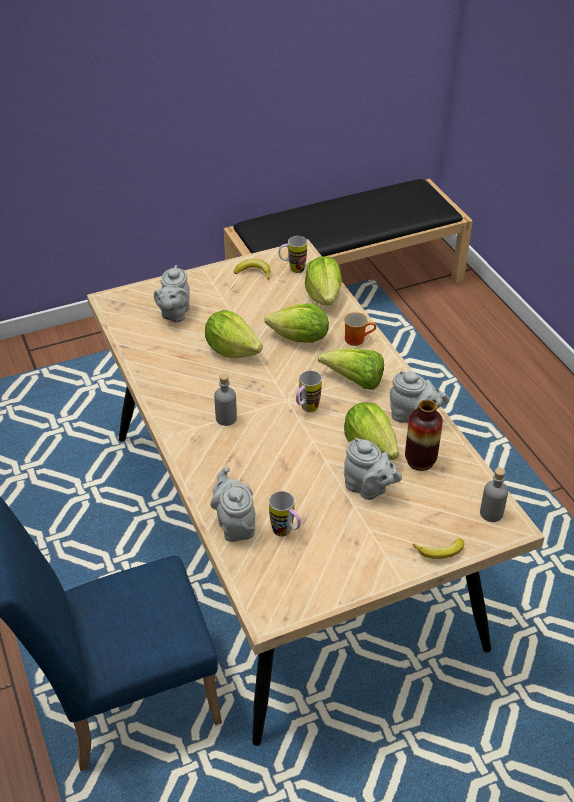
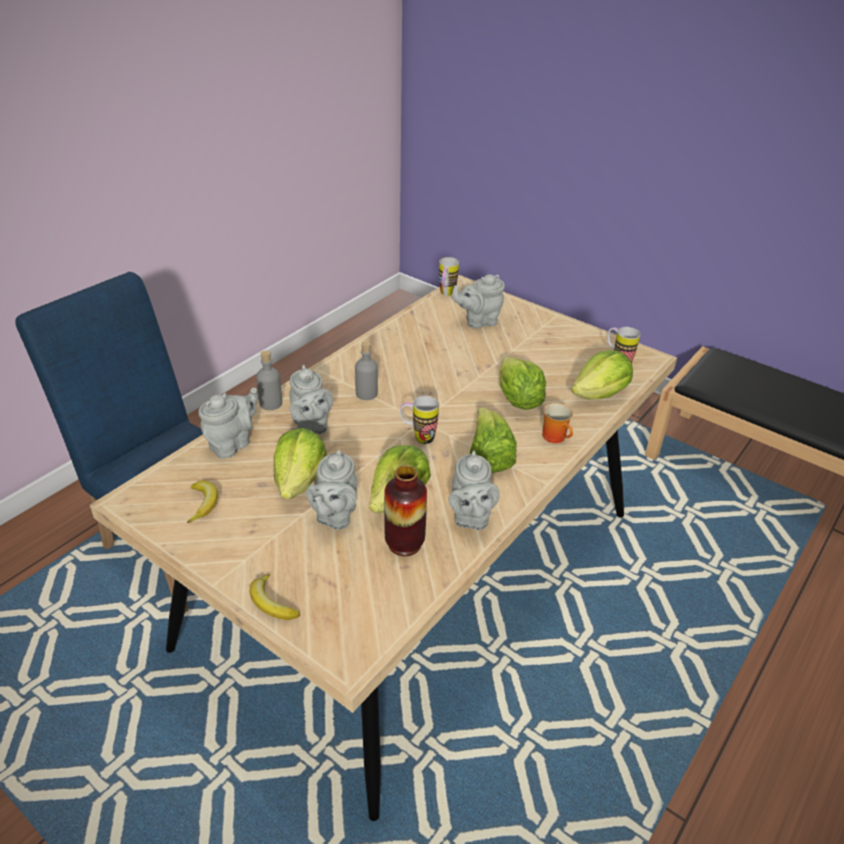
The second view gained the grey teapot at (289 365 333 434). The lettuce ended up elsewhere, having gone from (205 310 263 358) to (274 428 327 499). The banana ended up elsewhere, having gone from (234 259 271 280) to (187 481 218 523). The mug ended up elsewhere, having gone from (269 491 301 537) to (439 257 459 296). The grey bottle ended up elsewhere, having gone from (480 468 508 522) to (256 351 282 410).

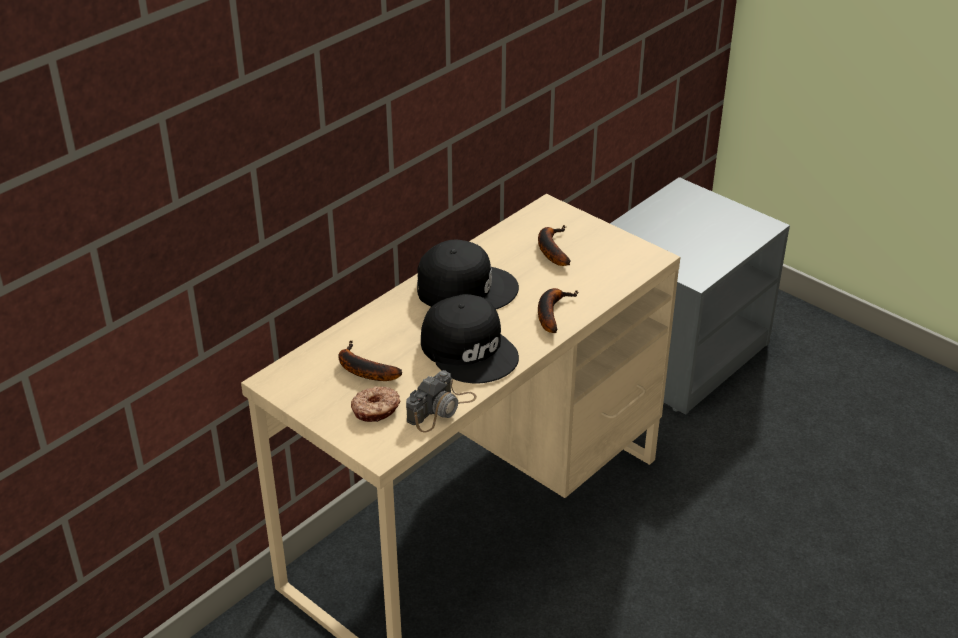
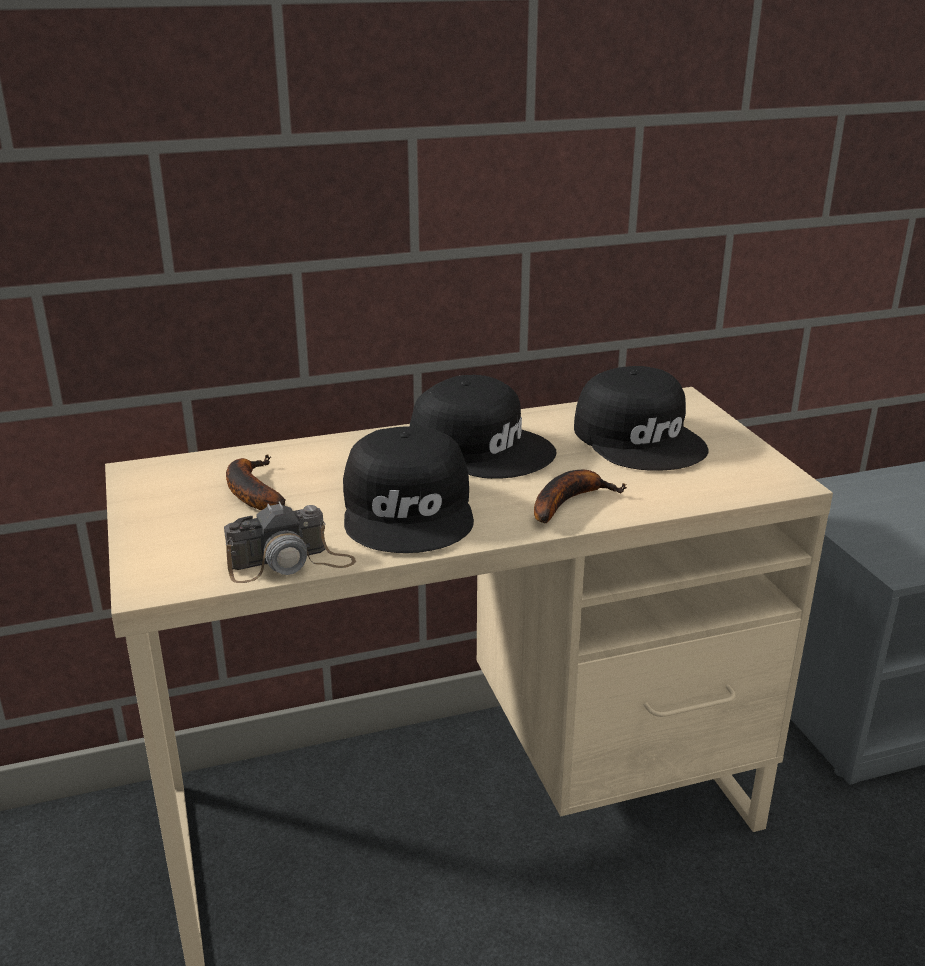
The second view lost the donut at (351 386 401 422). Where the banana stood at (538 225 570 266), the black cap came to stand at (574 366 708 471).

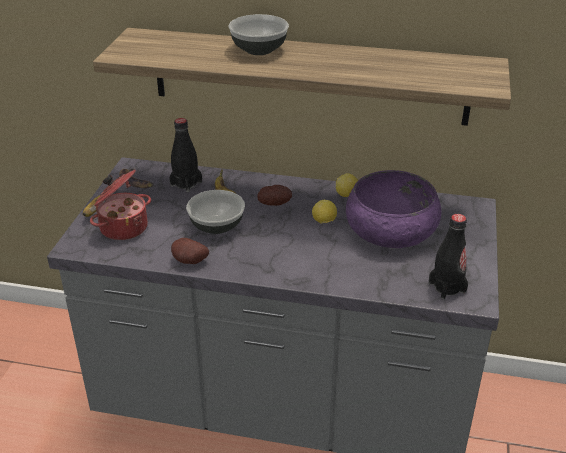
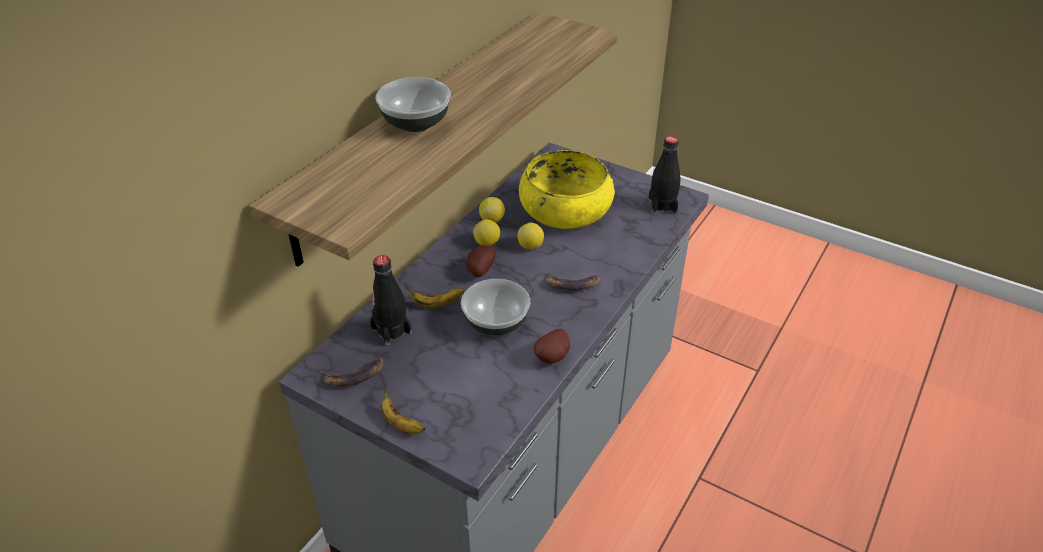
The second view lost the cooking pot at (90 170 151 240). The second view gained the lemon at (473 219 500 246). The second view gained the banana at (545 272 600 291). What was the purple bowl at (346 170 442 248) turned into the yellow bowl at (519 150 615 229).

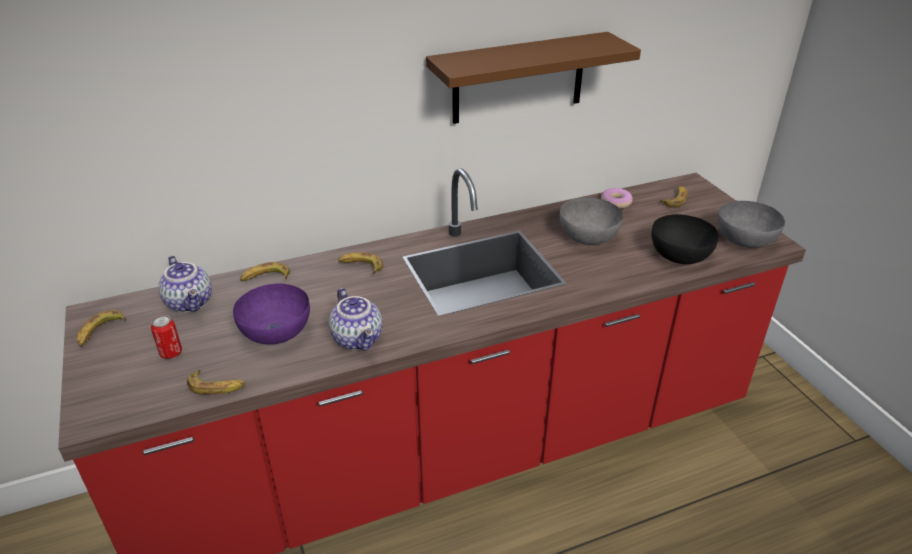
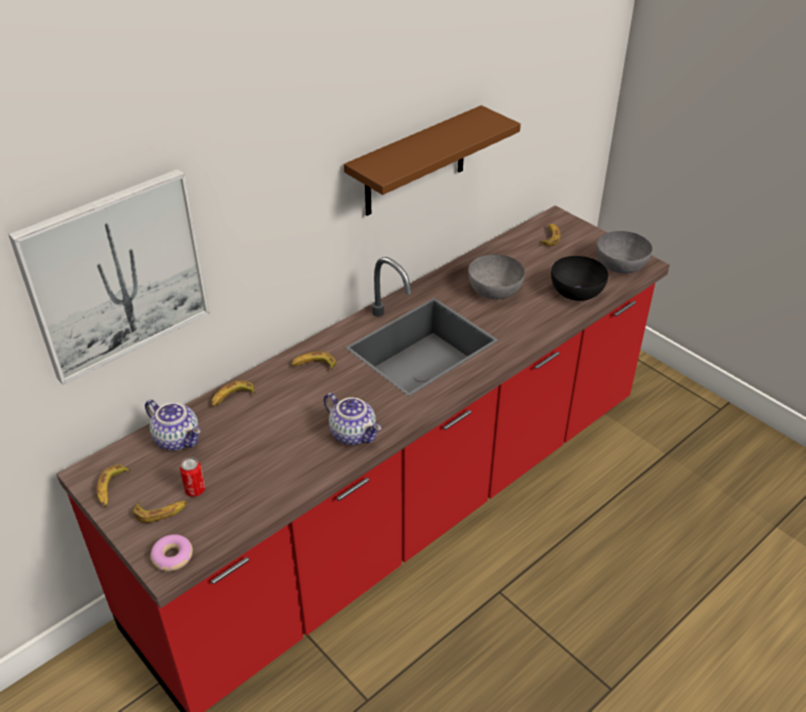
The second view lost the purple bowl at (233 283 310 345). The second view gained the picture at (8 169 210 385). The banana ended up elsewhere, having gone from (187 370 246 395) to (133 501 188 523). The donut ended up elsewhere, having gone from (601 188 633 209) to (150 534 193 571).

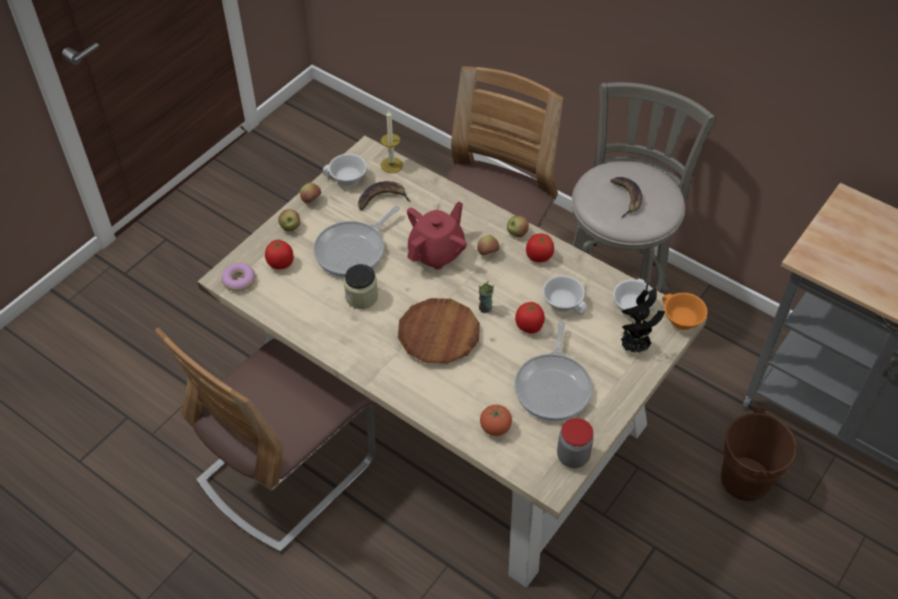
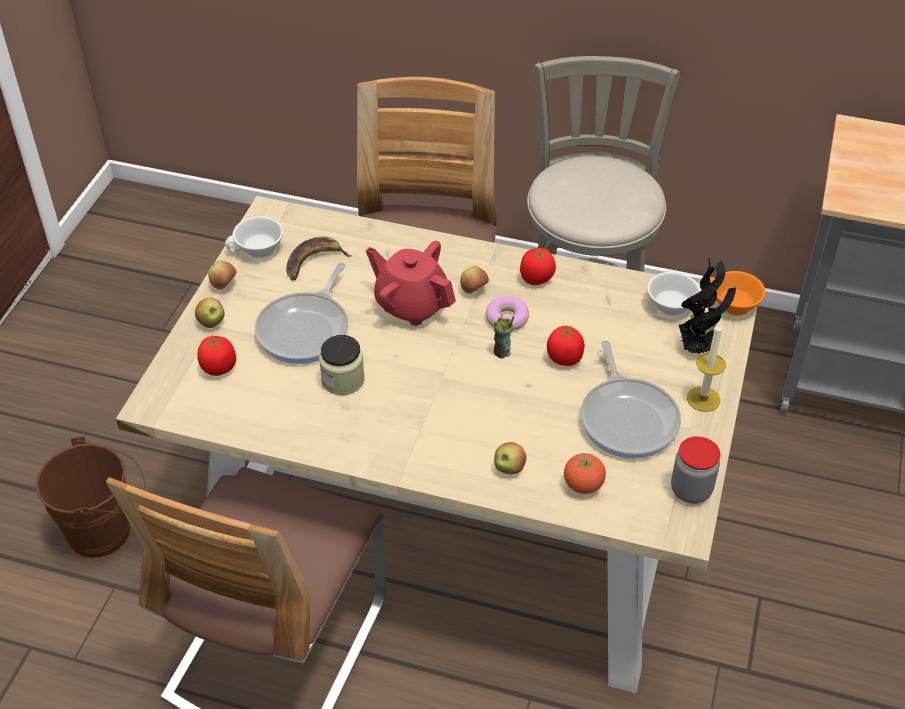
The second view lost the brown plate at (398 298 480 364). The second view lost the white cup at (542 275 588 315). The second view lost the banana at (610 177 642 218). The donut ended up elsewhere, having gone from (221 263 256 292) to (486 296 529 331). The candle ended up elsewhere, having gone from (381 111 403 173) to (687 323 726 412). The apple ended up elsewhere, having gone from (507 215 529 237) to (494 442 527 474). The brown bucket ended up elsewhere, having gone from (721 407 804 502) to (35 436 145 558). The red teapot at (407 202 467 270) ended up facing another way, 75 degrees counterclockwise from before.

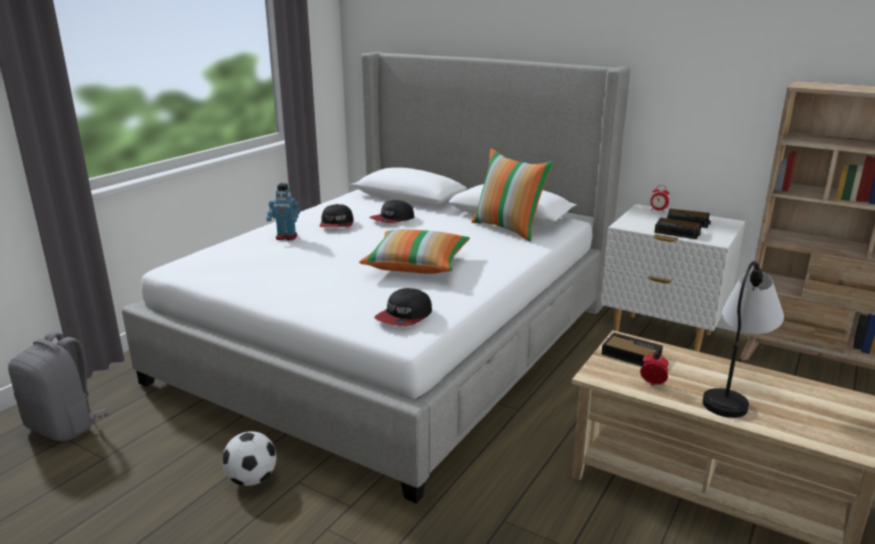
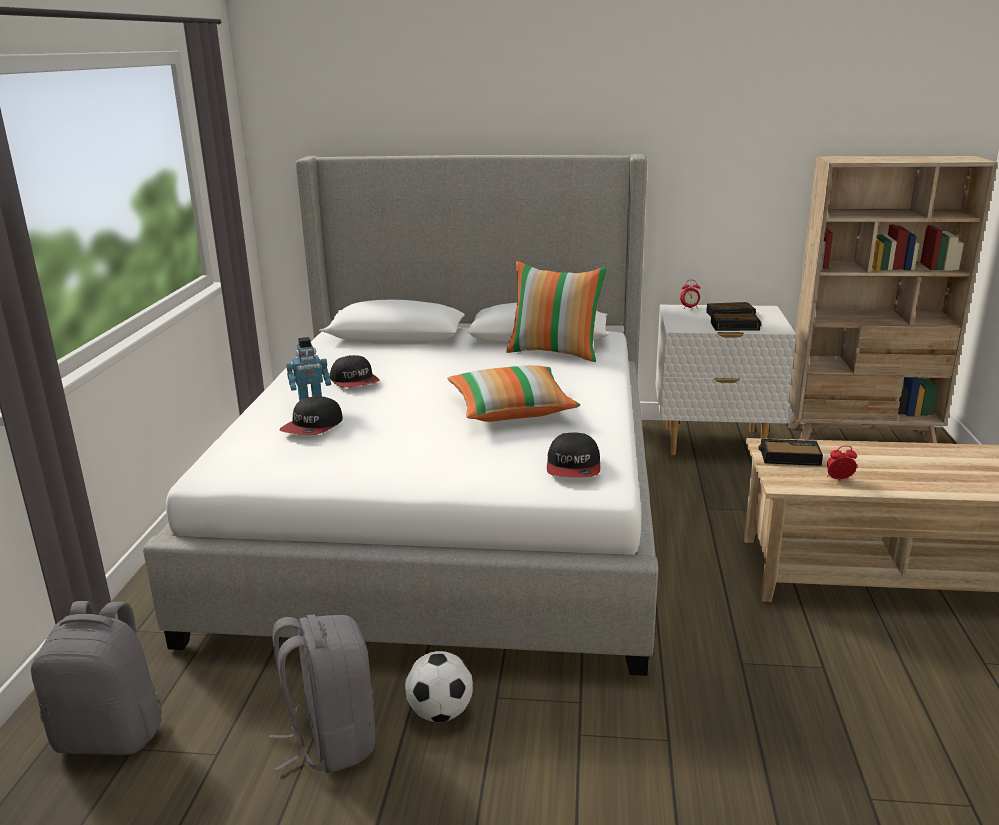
The second view lost the table lamp at (702 261 784 418). The second view gained the grey backpack at (269 614 375 773). The cap ended up elsewhere, having gone from (370 200 414 223) to (280 396 343 435).

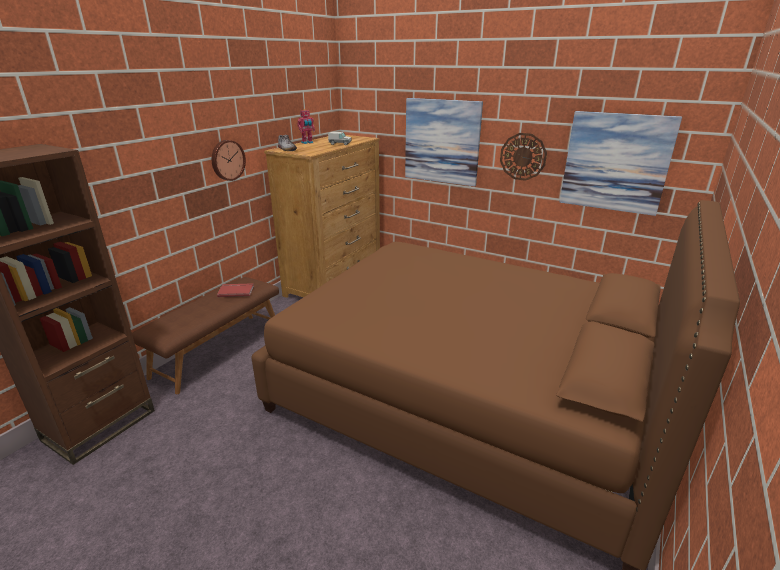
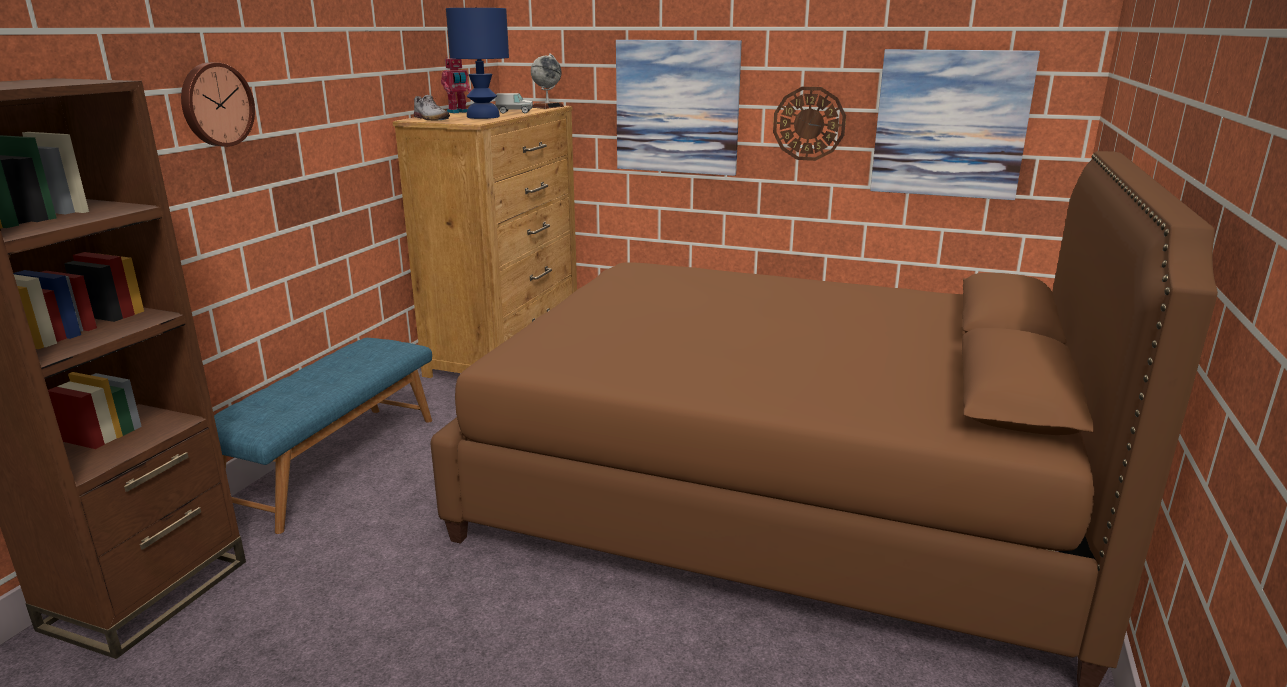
The second view lost the red book at (217 283 254 297). The second view gained the blue table lamp at (446 8 509 119). The second view gained the globe at (531 53 564 109). The wall clock ended up elsewhere, having gone from (212 140 246 181) to (181 62 255 147). What was the brown bench at (132 277 279 394) turned into the blue bench at (214 338 432 534).

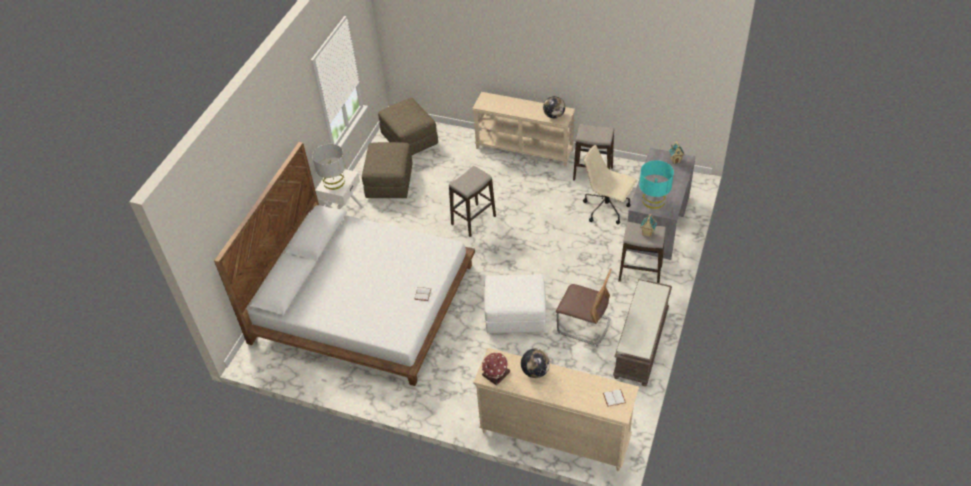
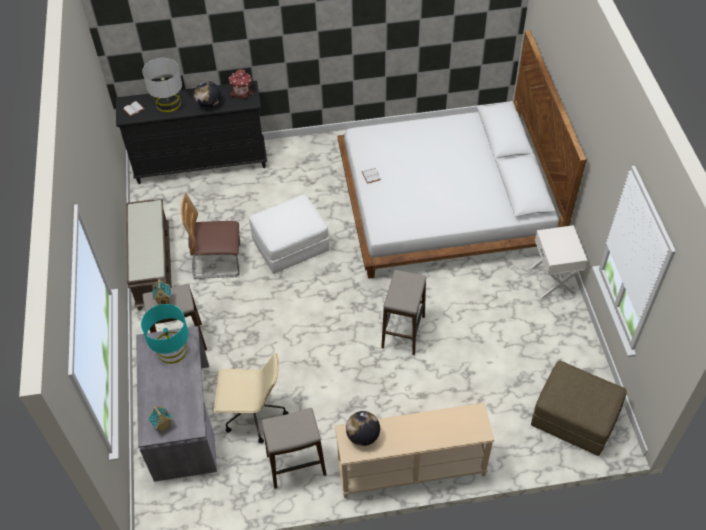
The second view lost the brown ottoman at (362 142 413 198). The grey table lamp ended up elsewhere, having gone from (312 144 346 190) to (142 58 182 112). What was the beige dresser at (473 348 639 471) turned into the black dresser at (116 81 267 184).

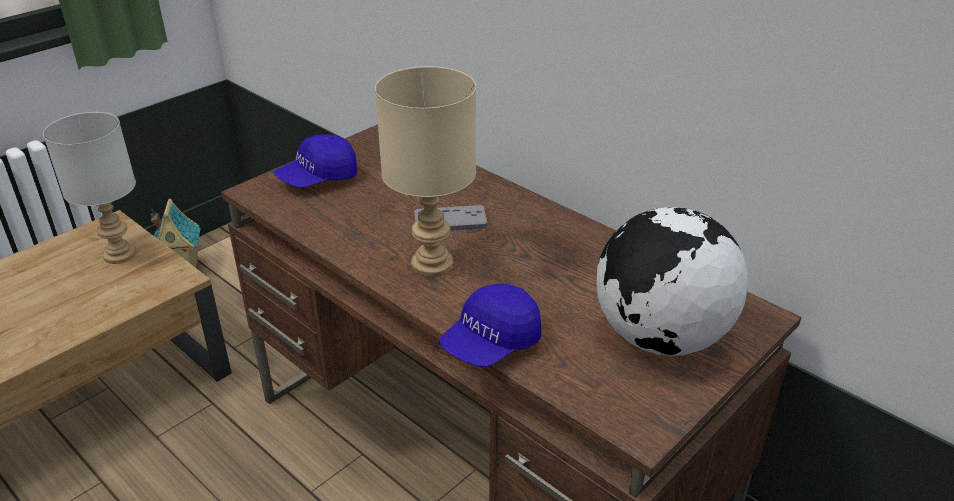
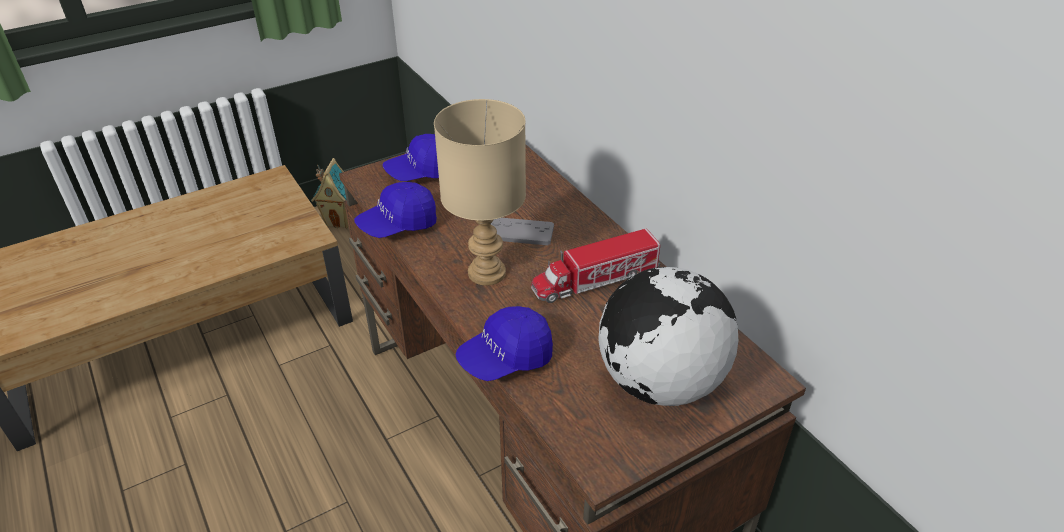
The second view lost the grey table lamp at (43 112 136 264). The second view gained the blue cap at (354 182 437 238). The second view gained the toy truck at (531 229 660 303).

